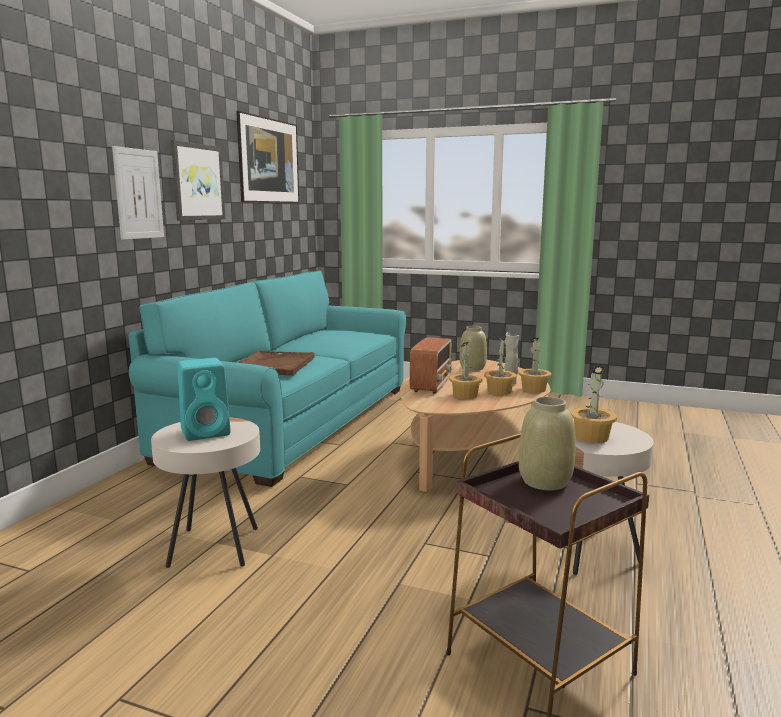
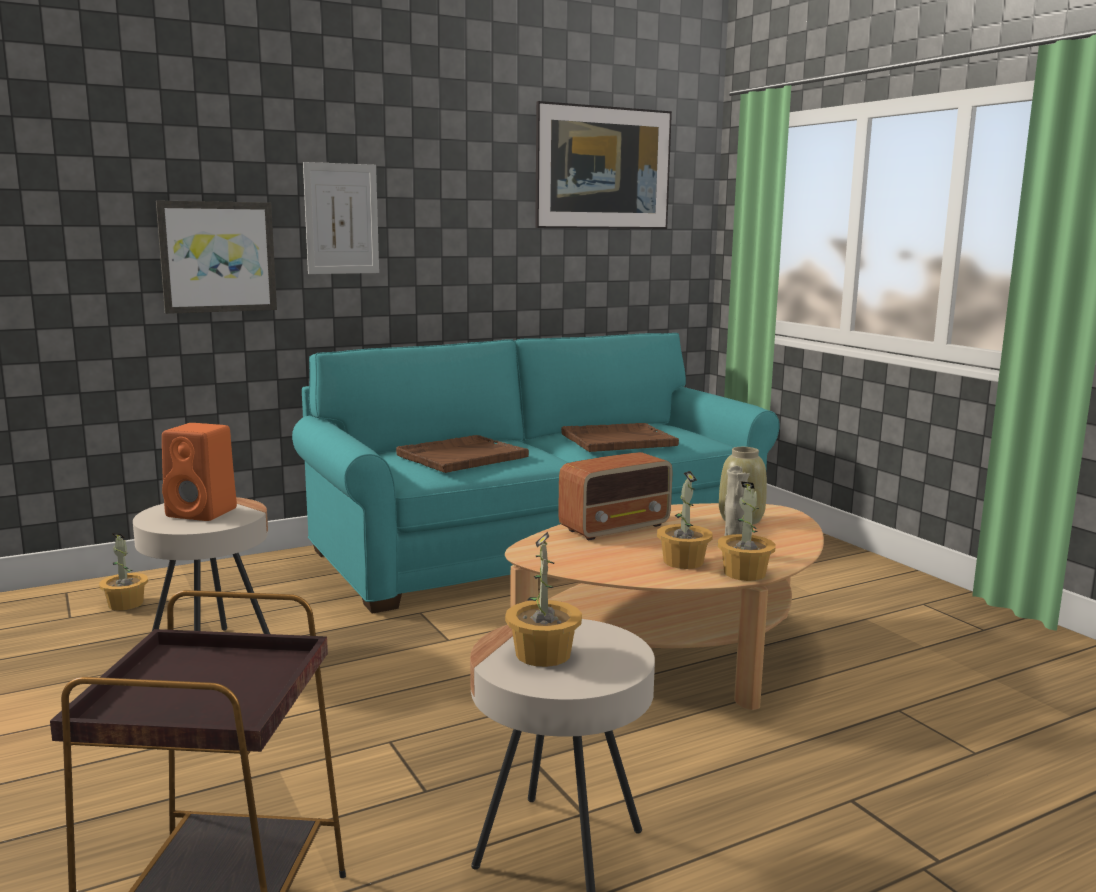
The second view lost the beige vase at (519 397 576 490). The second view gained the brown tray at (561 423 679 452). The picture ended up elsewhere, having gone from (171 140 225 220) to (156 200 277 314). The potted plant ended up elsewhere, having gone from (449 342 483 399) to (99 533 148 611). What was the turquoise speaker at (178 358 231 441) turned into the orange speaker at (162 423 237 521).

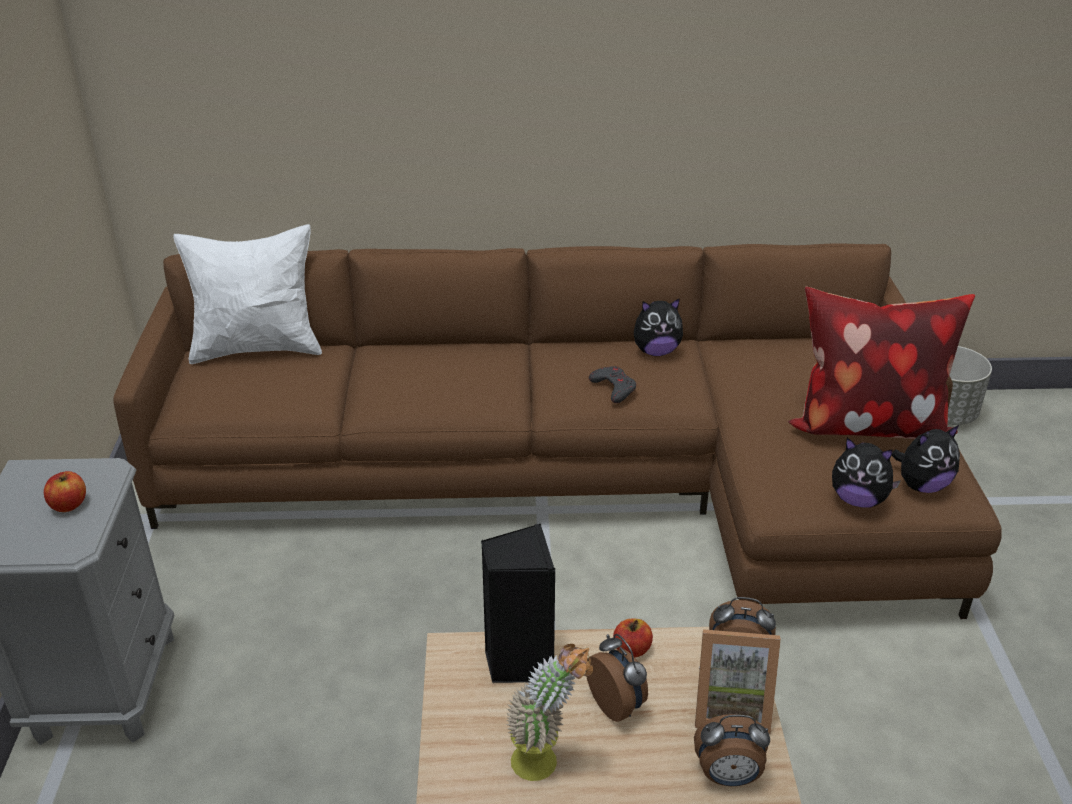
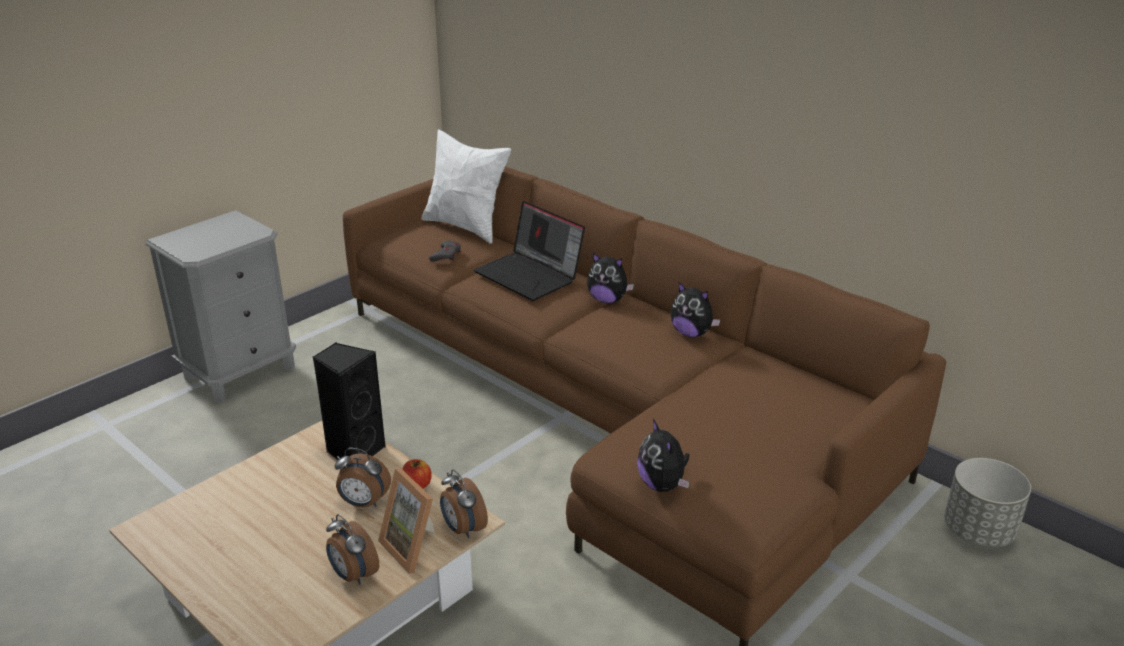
The second view lost the apple at (44 471 86 512). The second view lost the potted plant at (506 644 593 781). The second view lost the pillow at (788 287 975 439). The second view gained the laptop at (474 201 585 301). The grey game controller ended up elsewhere, having gone from (589 366 637 403) to (429 241 461 262). The plush toy ended up elsewhere, having gone from (892 425 960 493) to (587 253 634 303). The alarm clock at (586 634 648 722) ended up facing another way, 90 degrees clockwise from before.

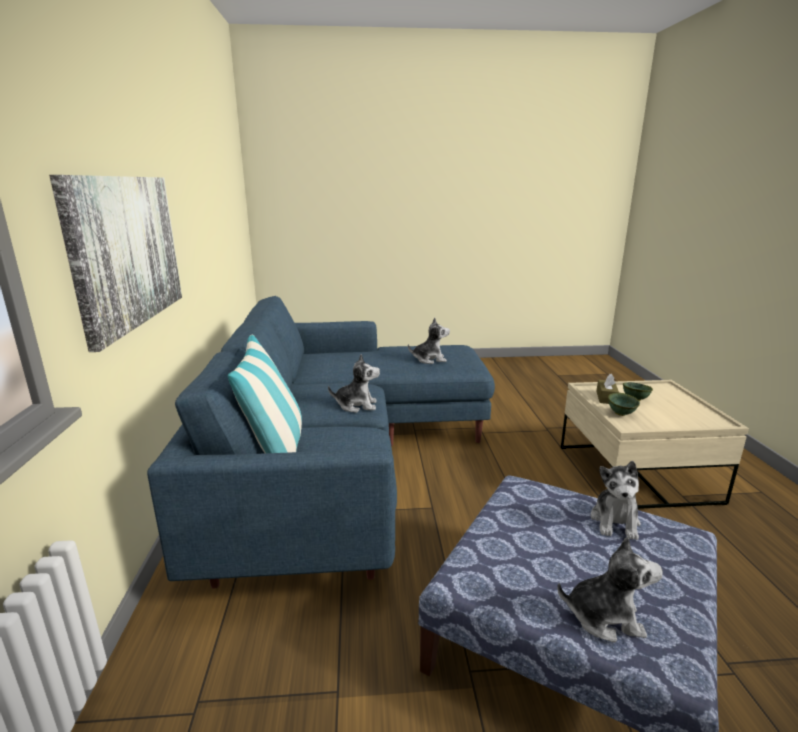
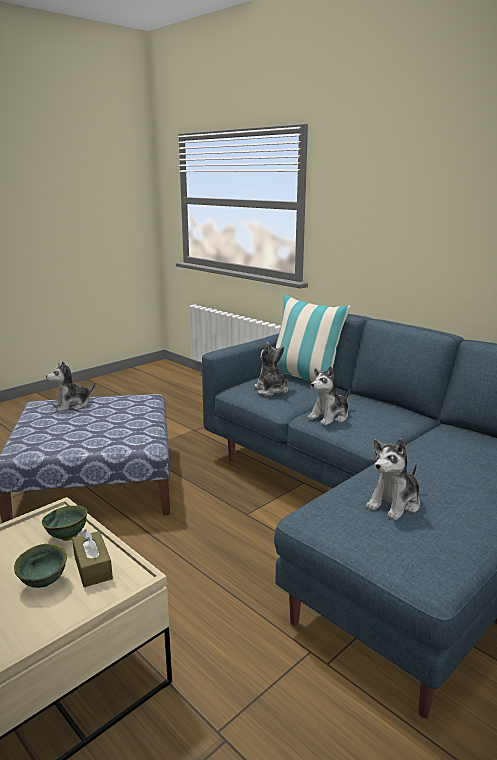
The second view lost the picture at (49 175 182 352). The plush toy ended up elsewhere, having gone from (591 461 641 540) to (254 342 288 396).

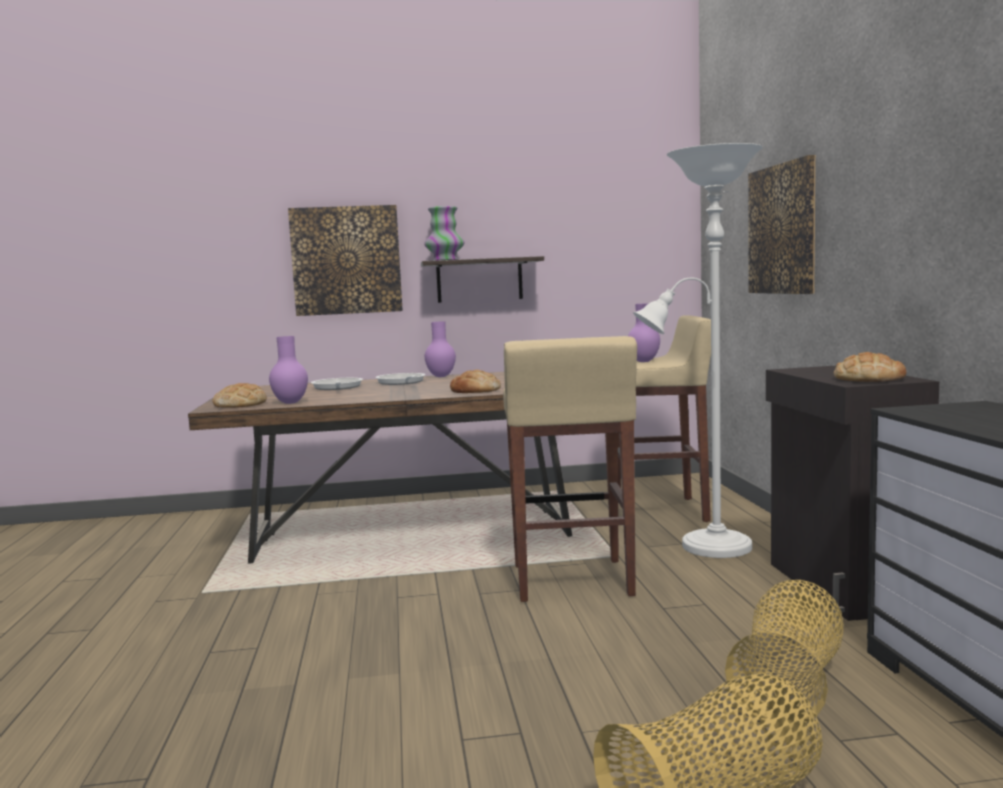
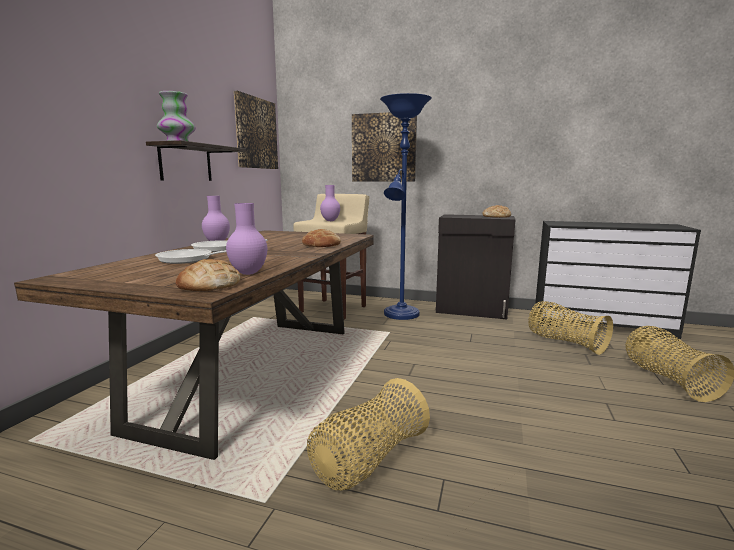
The second view lost the beige stool at (503 336 637 602). The second view gained the basket at (307 378 430 490). The picture ended up elsewhere, having gone from (288 205 403 316) to (234 91 278 169). What was the white floor lamp at (633 143 763 558) turned into the blue floor lamp at (380 93 432 320).

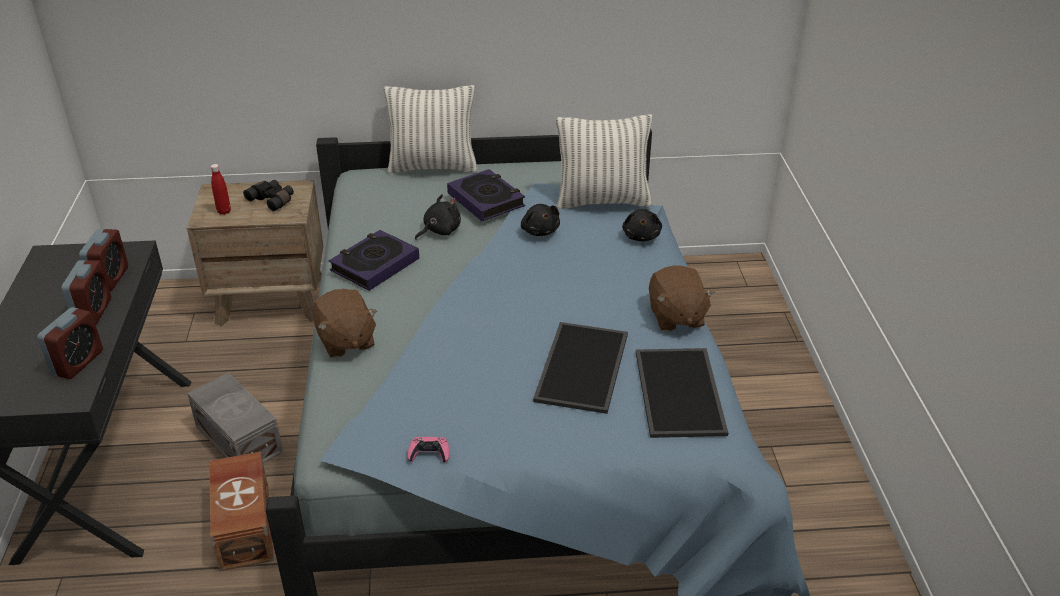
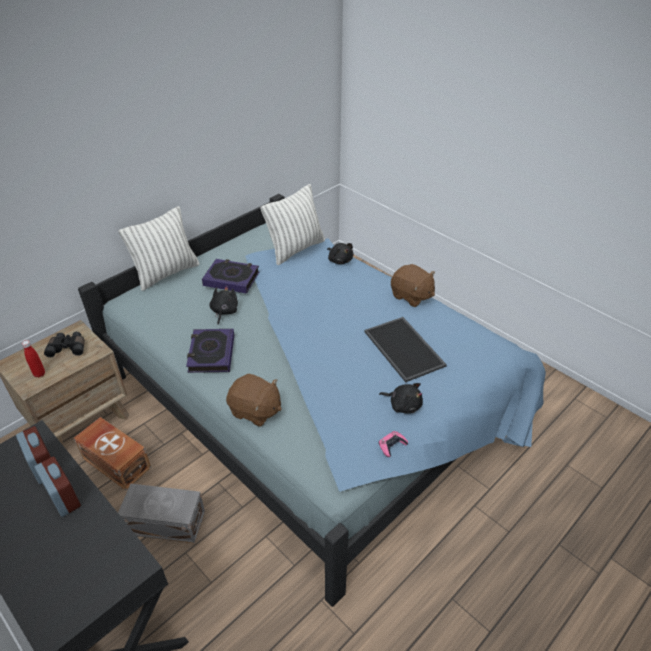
The second view lost the alarm clock at (37 307 103 379). The second view lost the tray at (636 348 728 438). The brown storage box ended up elsewhere, having gone from (210 452 274 571) to (74 417 151 491). The black plush toy ended up elsewhere, having gone from (521 204 560 236) to (379 383 423 414).

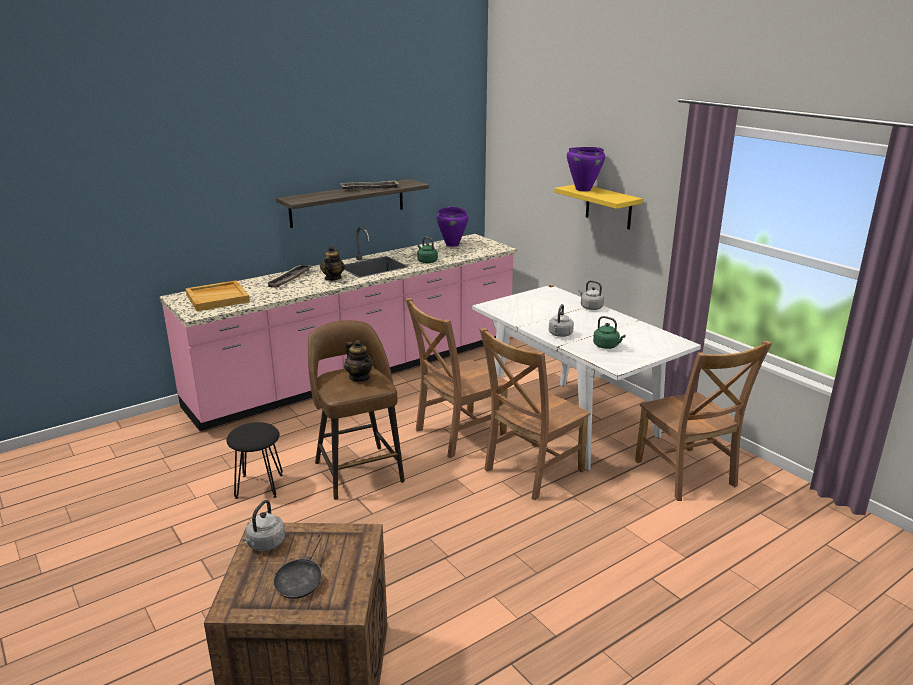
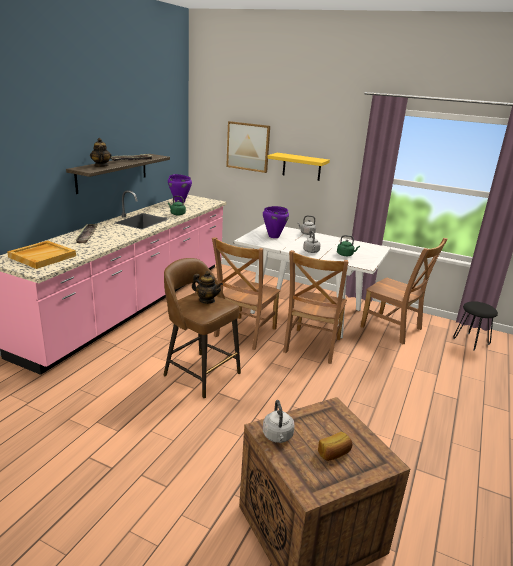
The second view gained the picture at (226 121 270 173). The black stool ended up elsewhere, having gone from (226 422 283 499) to (453 301 498 351). The teapot ended up elsewhere, having gone from (320 246 345 281) to (90 138 112 167). The purple cooking pot ended up elsewhere, having gone from (567 147 605 191) to (263 206 289 238). Where the black frying pan stood at (273 533 322 599), the bread came to stand at (318 432 352 461).

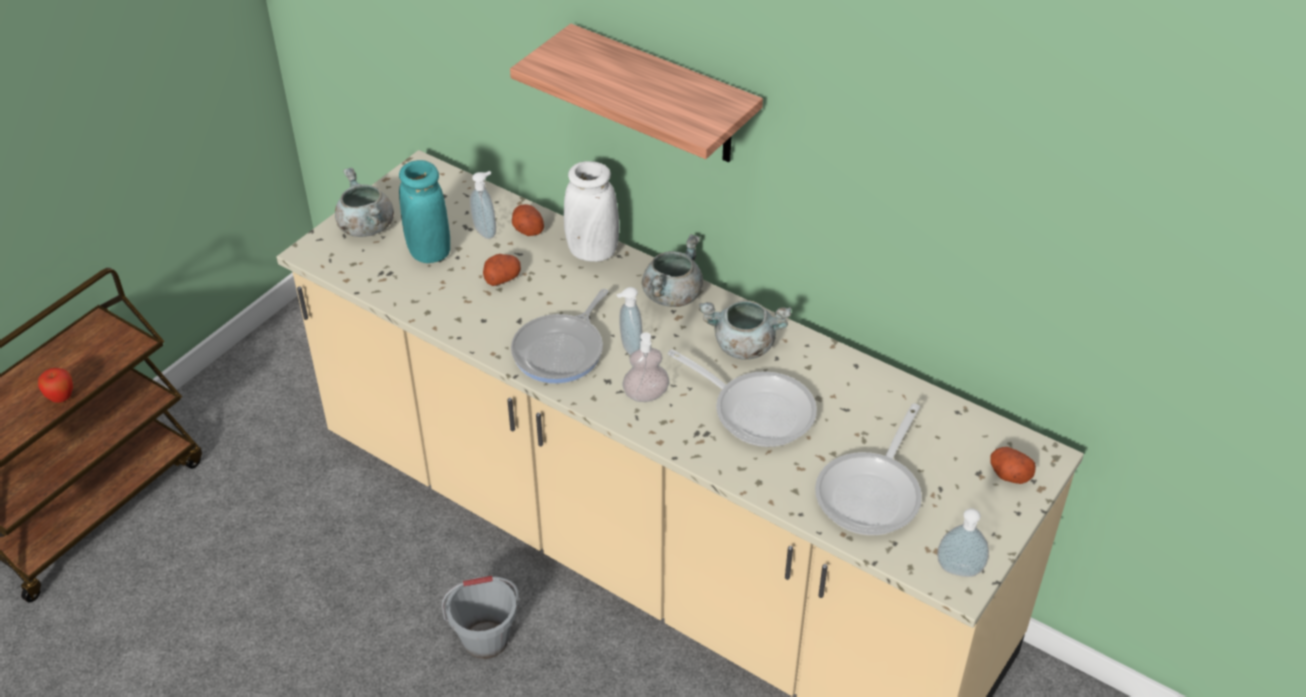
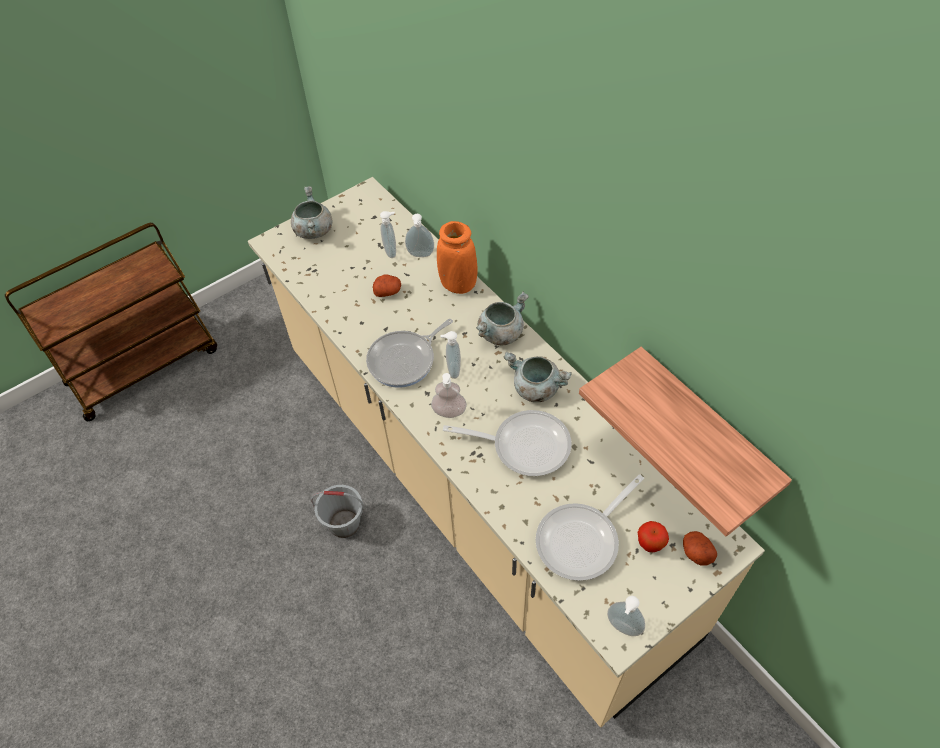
The second view lost the turquoise vase at (399 160 450 263). The apple ended up elsewhere, having gone from (38 368 73 403) to (638 521 669 552). The shelf ended up elsewhere, having gone from (510 24 763 162) to (579 347 792 536). Where the potato stood at (512 204 544 236), the soap dispenser came to stand at (405 214 434 257). What was the white vase at (564 161 619 262) turned into the orange vase at (437 221 478 294). The frying pan at (667 349 817 447) ended up facing another way, 45 degrees counterclockwise from before.

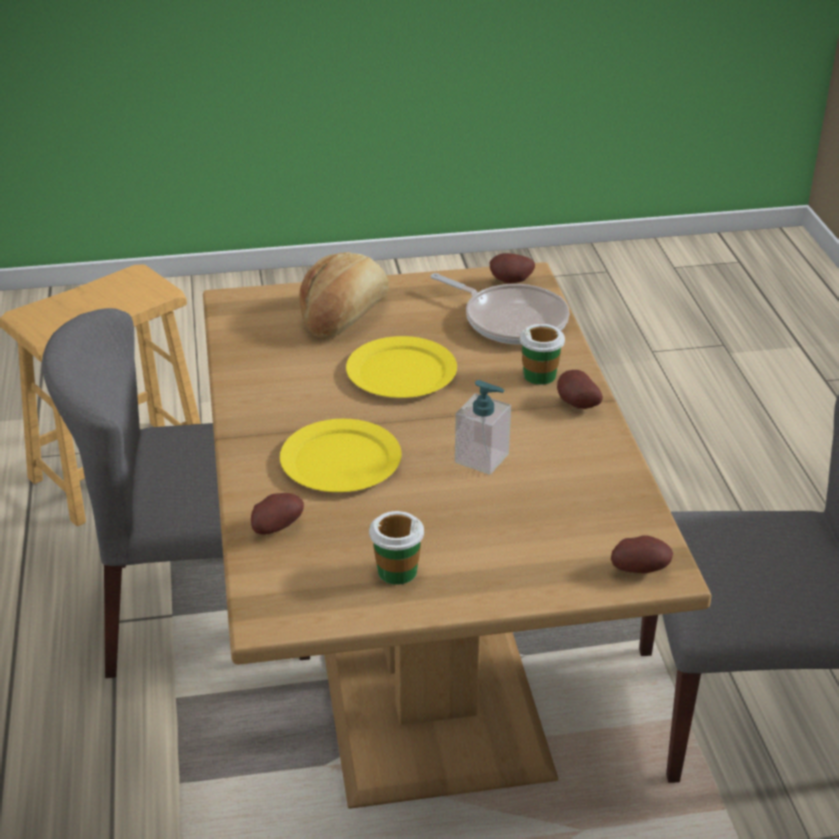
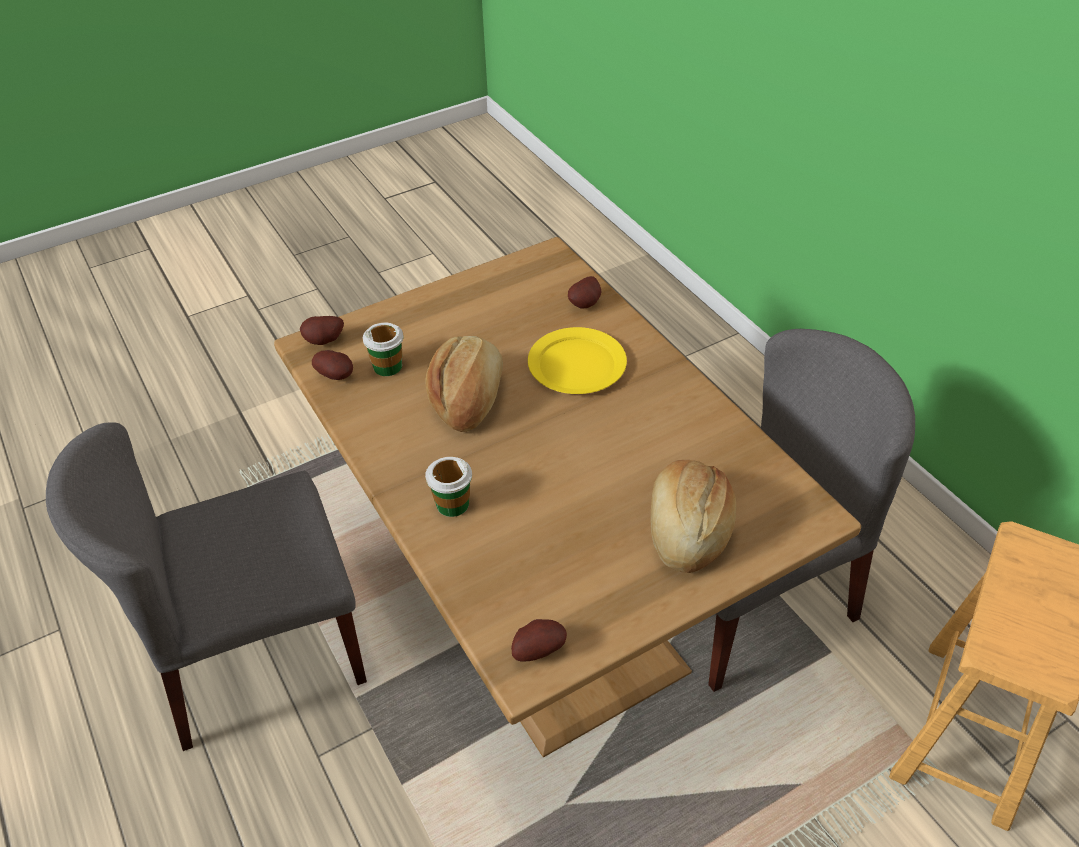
The second view lost the yellow plate at (346 336 457 398). The second view lost the frying pan at (431 273 570 345). The cup ended up elsewhere, having gone from (369 511 424 585) to (363 322 404 376). The potato ended up elsewhere, having gone from (557 370 603 409) to (312 350 353 380). Where the soap dispenser stood at (455 380 511 475), the bread came to stand at (425 336 503 432).

